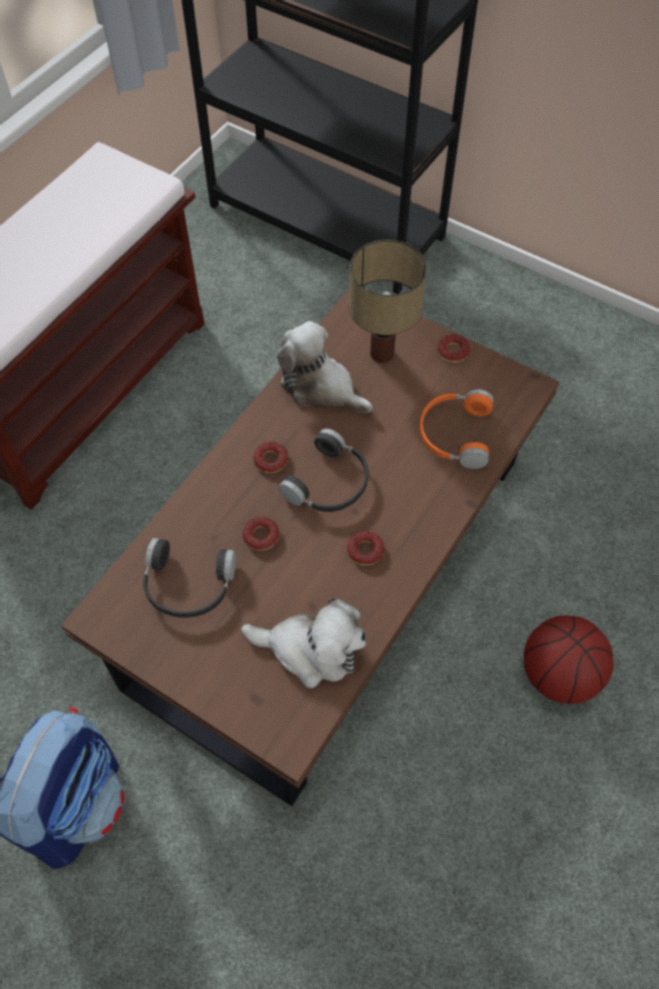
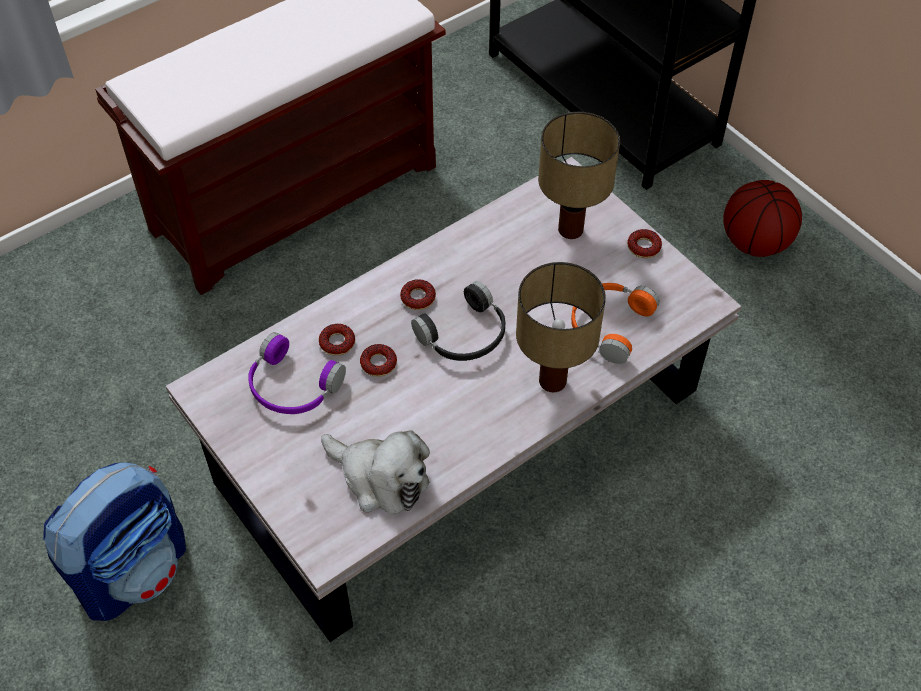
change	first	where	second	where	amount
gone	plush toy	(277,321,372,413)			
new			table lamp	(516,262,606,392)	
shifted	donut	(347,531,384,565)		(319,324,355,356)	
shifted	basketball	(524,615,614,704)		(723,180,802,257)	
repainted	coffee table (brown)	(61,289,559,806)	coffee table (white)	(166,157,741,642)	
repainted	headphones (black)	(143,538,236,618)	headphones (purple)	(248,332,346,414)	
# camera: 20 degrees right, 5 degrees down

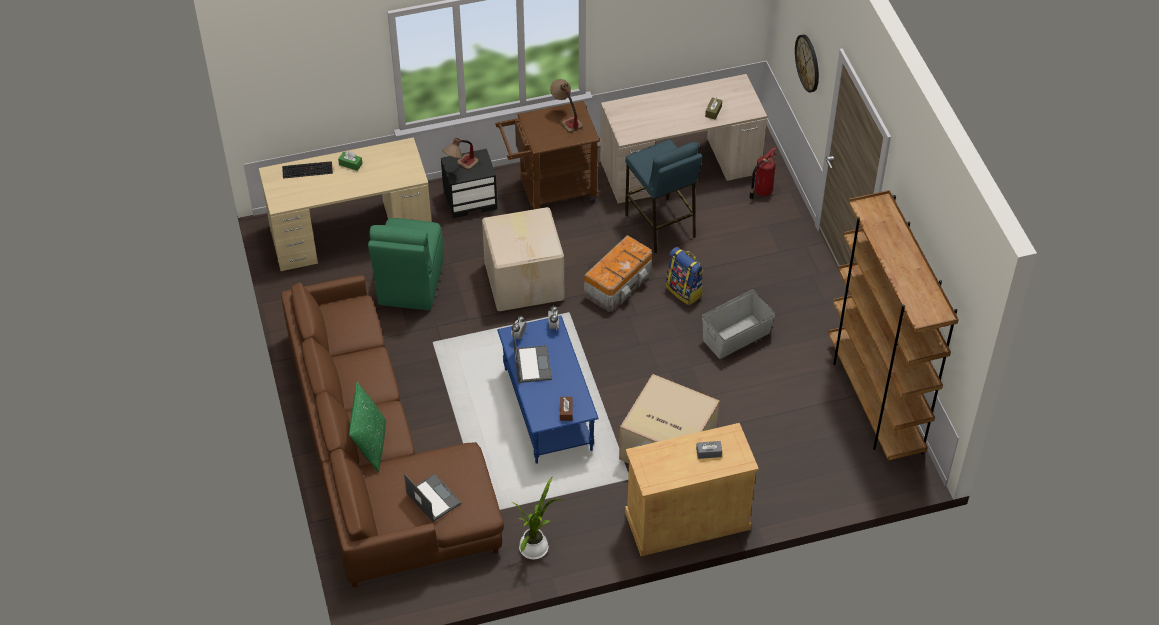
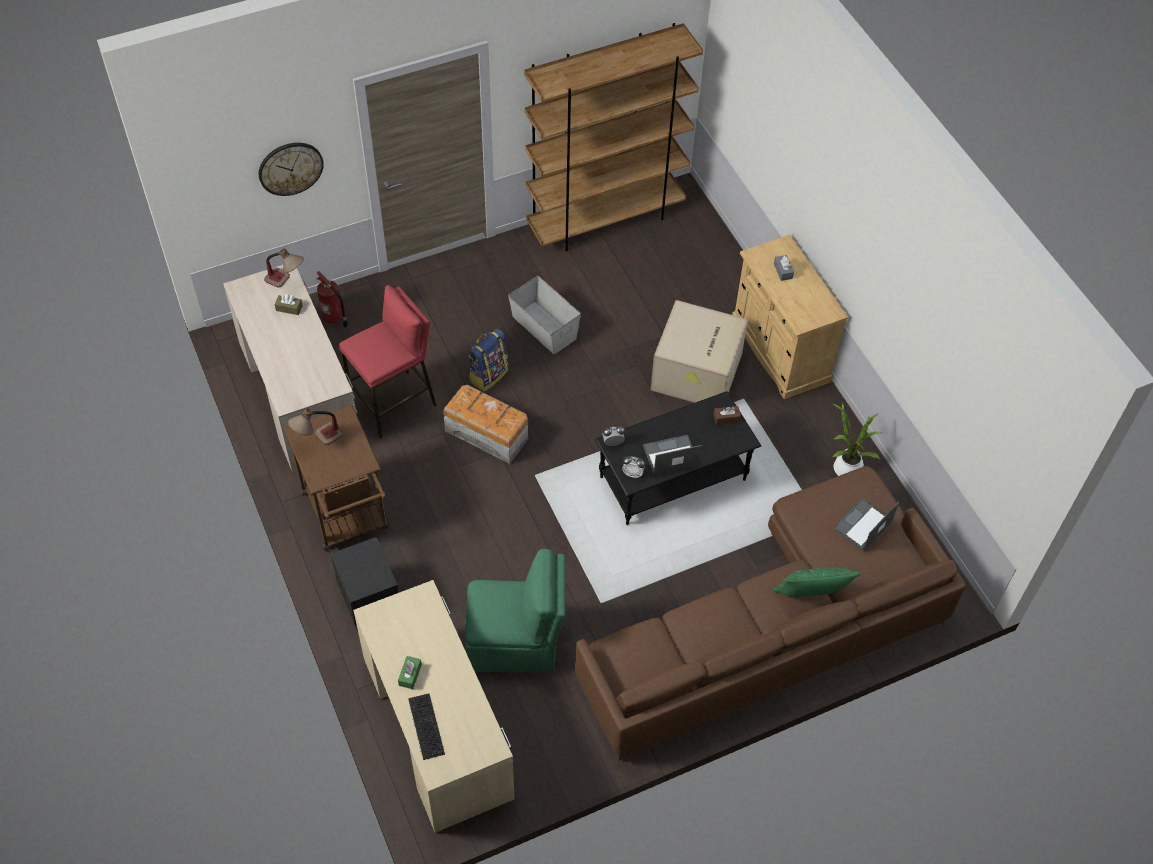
change	first	where	second	where	amount
gone	cardboard box	(482,207,564,311)			
shifted	table lamp	(442,138,479,170)		(264,248,304,287)	
repainted	coffee table (blue)	(497,315,599,464)	coffee table (black)	(595,391,761,525)	
repainted	stool (blue)	(625,140,702,254)	stool (red)	(339,285,437,439)	
# camera: 100 degrees left, 5 degrees up

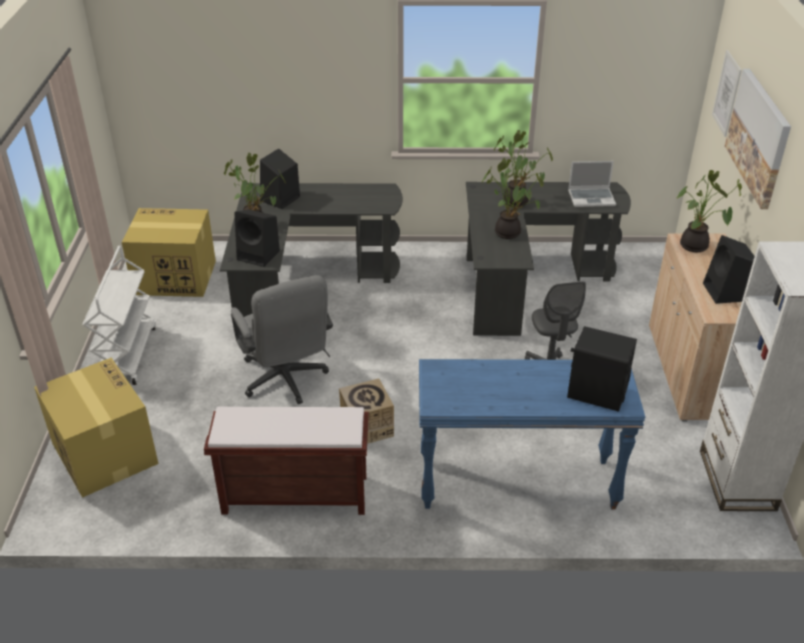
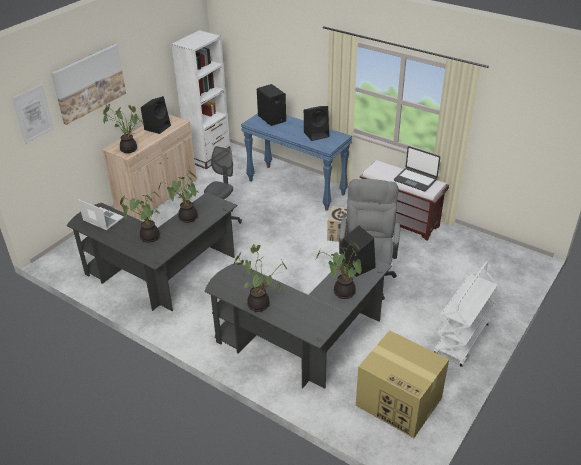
change	first	where	second	where	amount
gone	cardboard box	(34,358,158,498)			
new			potted plant	(233,244,287,312)	
new			laptop	(394,146,440,191)	
shifted	speaker (black)	(260,148,300,209)		(304,106,329,141)	
# camera: 145 degrees left, 0 degrees up

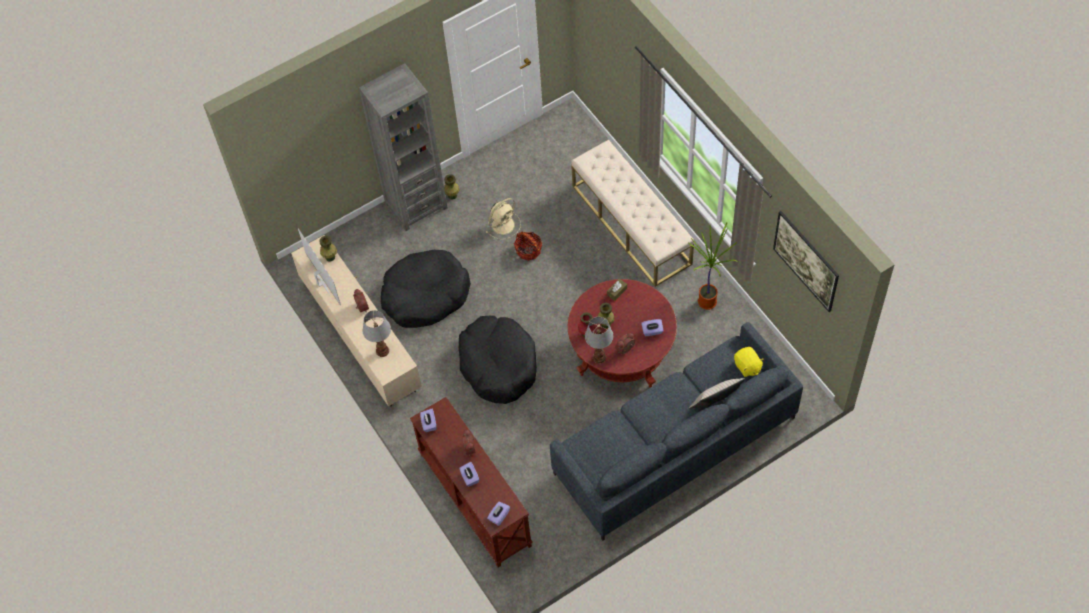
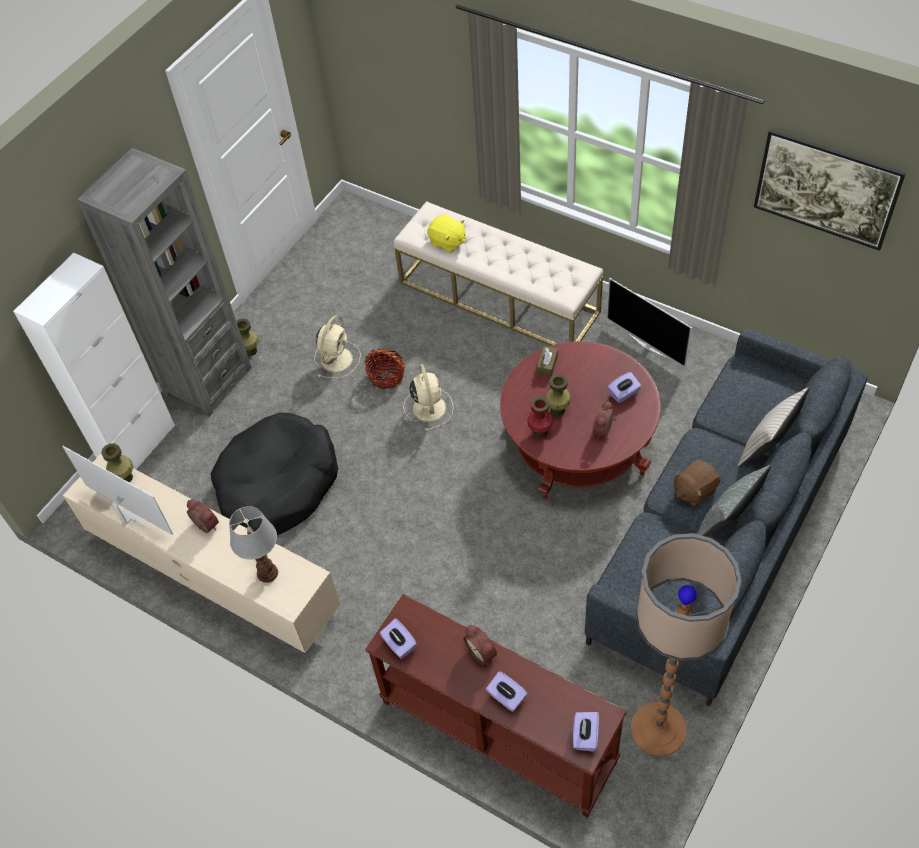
change	first	where	second	where	amount
gone	dog bed (black)	(459,316,537,404)			
gone	table lamp	(585,317,614,363)			
new			cabinet (white)	(13,253,175,469)	
new			fan (beige)	(403,364,454,431)	
new			floor lamp	(631,533,741,756)	
new			plush toy (brown)	(674,460,720,507)	
new			pillow (grey)	(697,465,771,537)	
shifted	plush toy (yellow)	(734,347,764,377)		(427,214,466,253)	
swapped	potted plant	(688,223,739,310)	television	(607,278,692,367)	
# camera: 25 degrees left, 5 degrees down

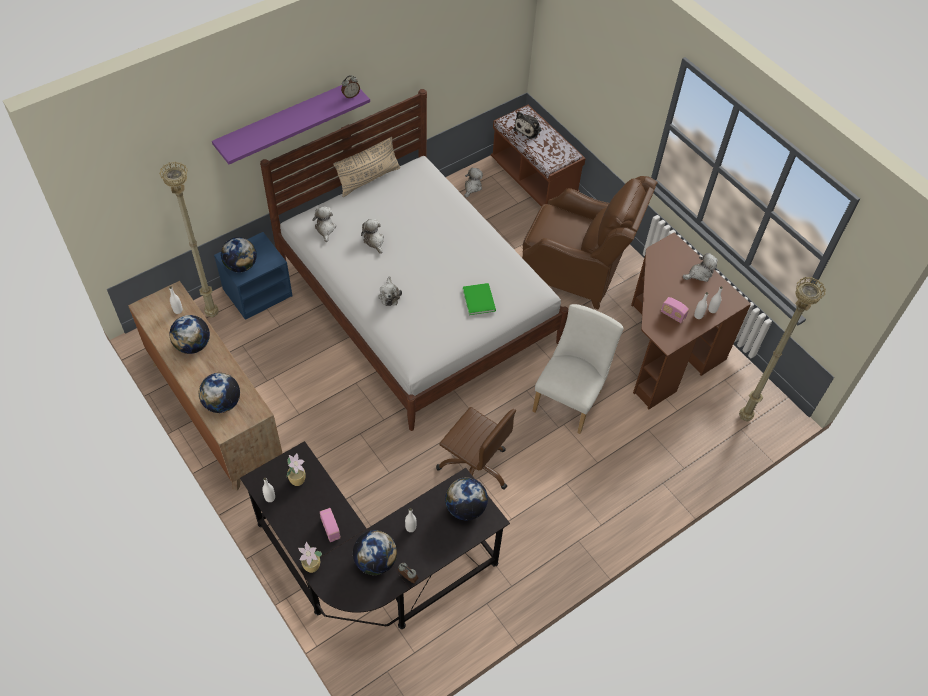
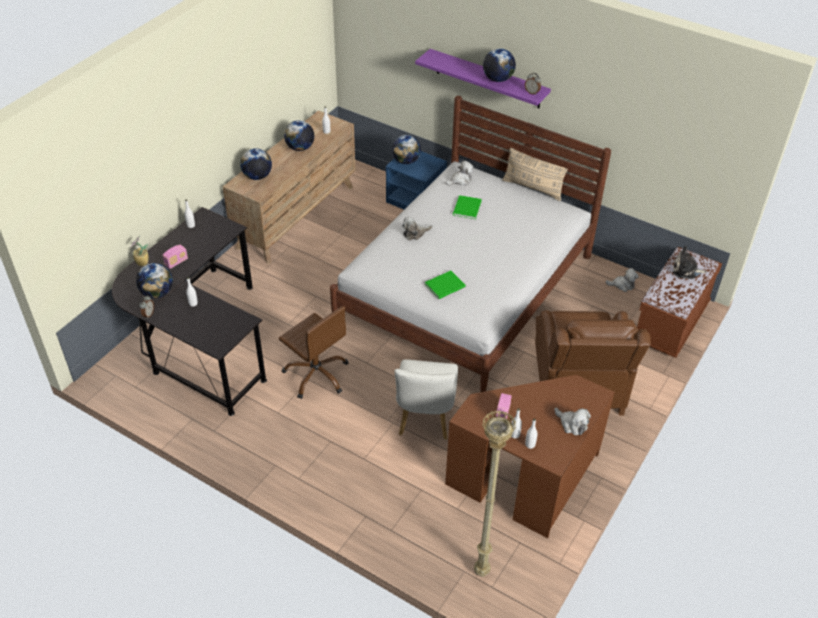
change	first	where	second	where	amount
gone	floor lamp (beige)	(159,161,219,318)			
gone	potted plant	(287,453,306,486)			
shifted	globe	(445,477,488,520)		(483,48,516,82)	
swapped	plush toy	(361,219,384,254)	book (green)	(453,195,482,219)	
rotated	office chair (brown)	(436,407,516,490)		(279,306,349,399)	60 degrees counterclockwise
rotated	chair (white)	(532,304,624,434)		(394,359,458,440)	90 degrees clockwise
# camera: 70 degrees right, 10 degrees down

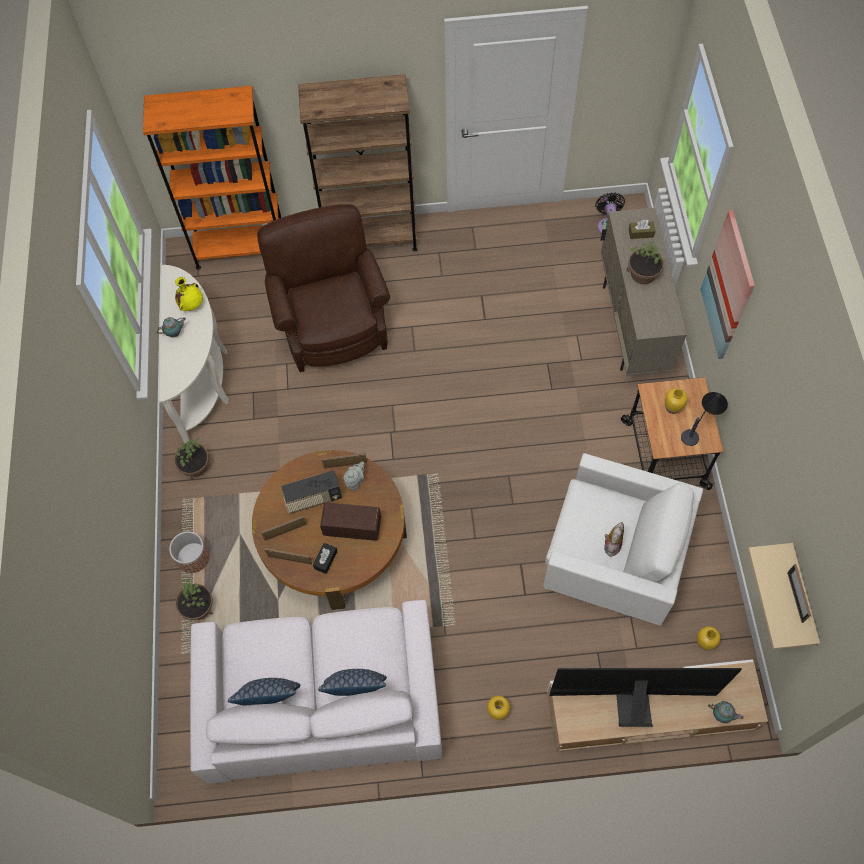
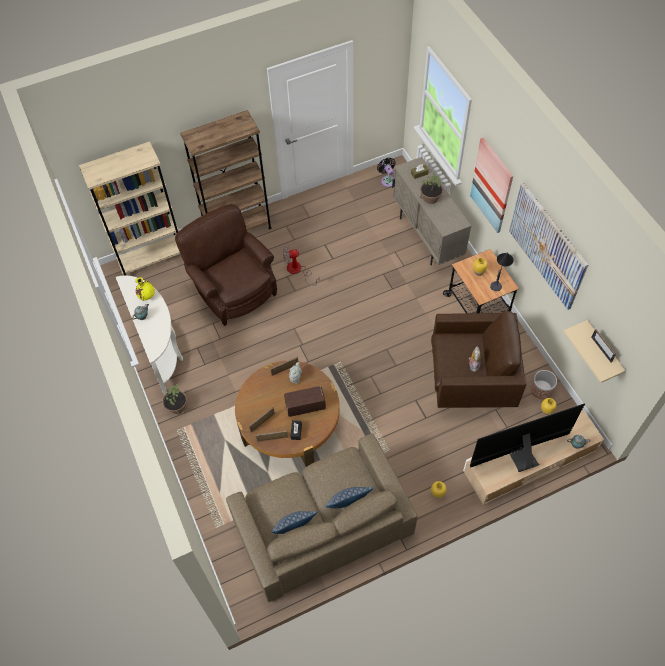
change	first	where	second	where	amount
gone	potted plant	(175,579,213,620)			
gone	radio	(281,470,342,514)			
new			fan	(283,246,320,286)	
new			picture	(509,183,588,310)	
shifted	planter	(169,531,209,573)		(530,370,557,399)	
repainted	bookcase (orange)	(143,86,281,270)	bookcase (beige)	(79,141,180,276)	
repainted	sofa (white)	(190,600,442,784)	sofa (brown)	(226,434,418,602)	
repainted	armchair (white)	(543,453,703,626)	armchair (brown)	(431,311,526,408)	
# camera: 20 degrees left, 5 degrees down

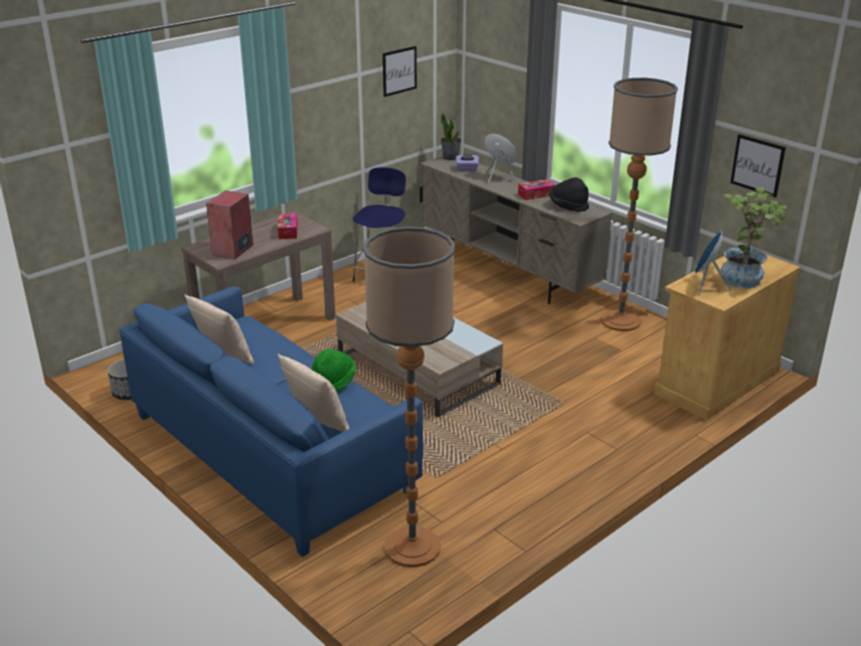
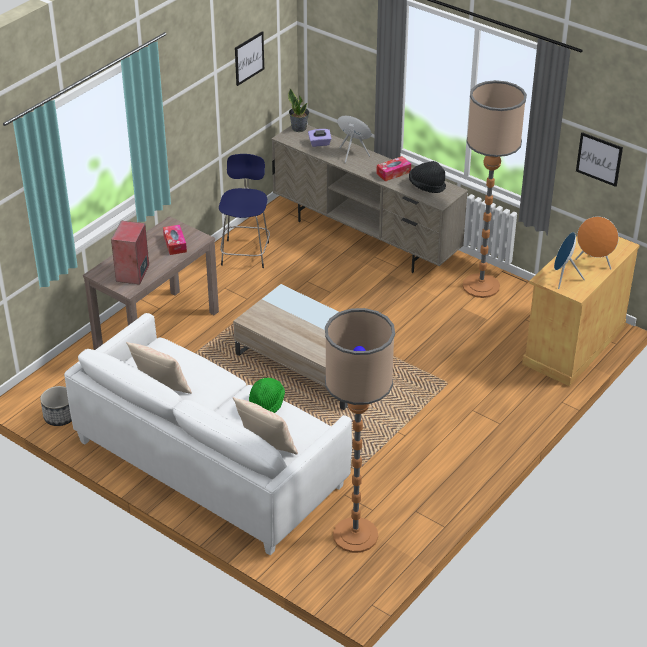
change	first	where	second	where	amount
swapped	potted plant	(721,187,787,288)	speaker (orange)	(575,216,619,270)	
repainted	sofa (blue)	(119,286,423,557)	sofa (white)	(64,313,352,556)	
# camera: 10 degrees left, 10 degrees up

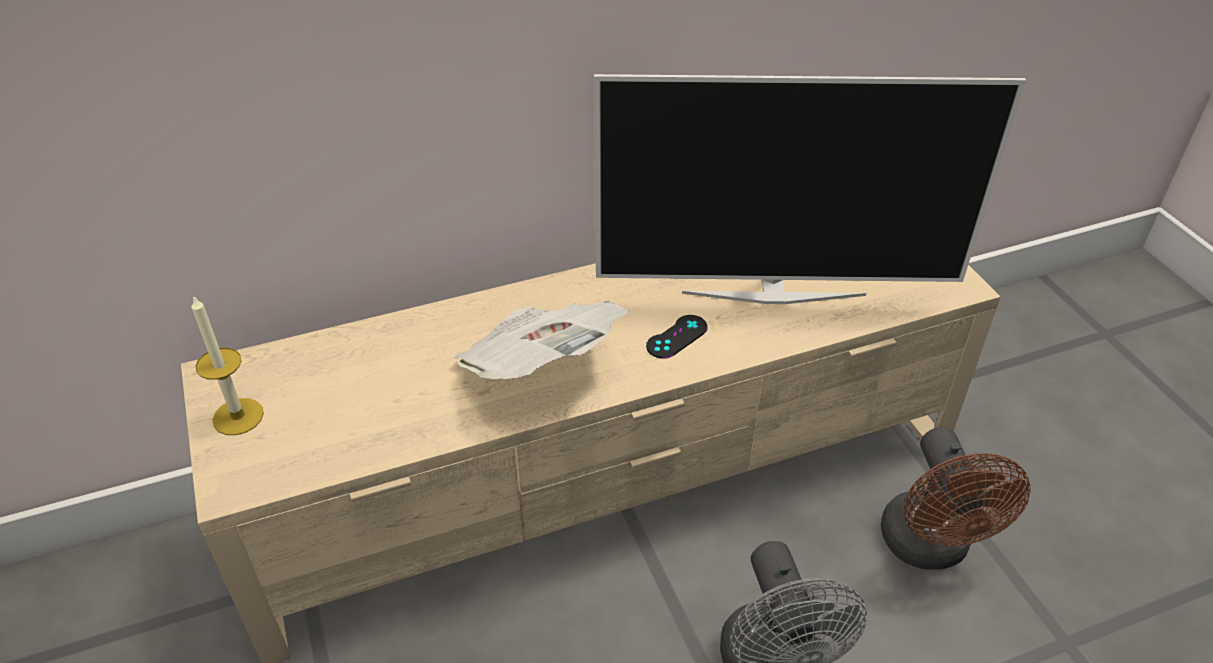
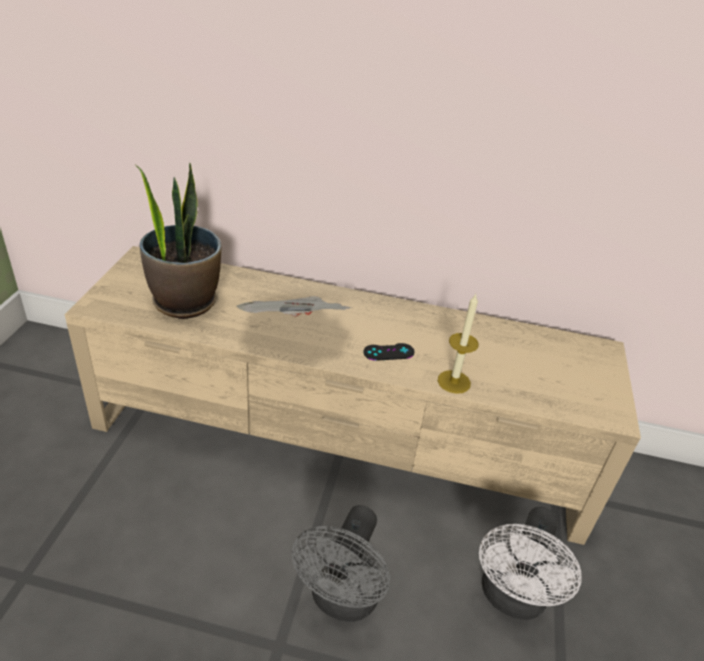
change	first	where	second	where	amount
gone	television	(594,74,1026,304)			
new			potted plant	(136,163,222,319)	
shifted	candle	(191,295,264,435)		(438,294,479,394)	
repainted	fan (brown)	(881,427,1031,570)	fan (white)	(479,507,581,620)	
# camera: 30 degrees right, 5 degrees down

